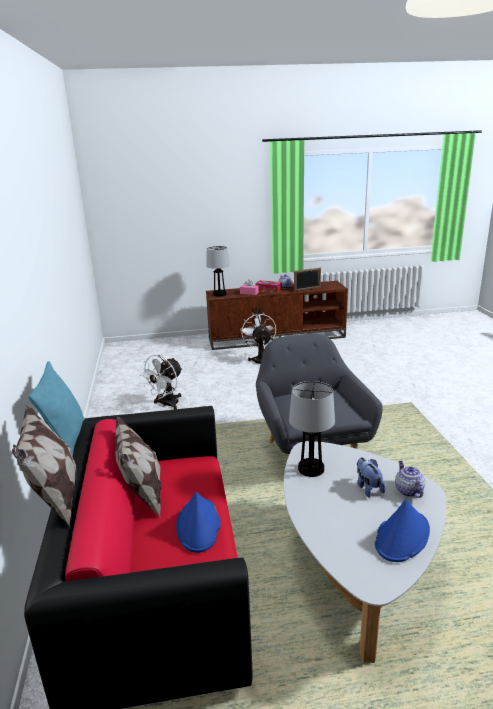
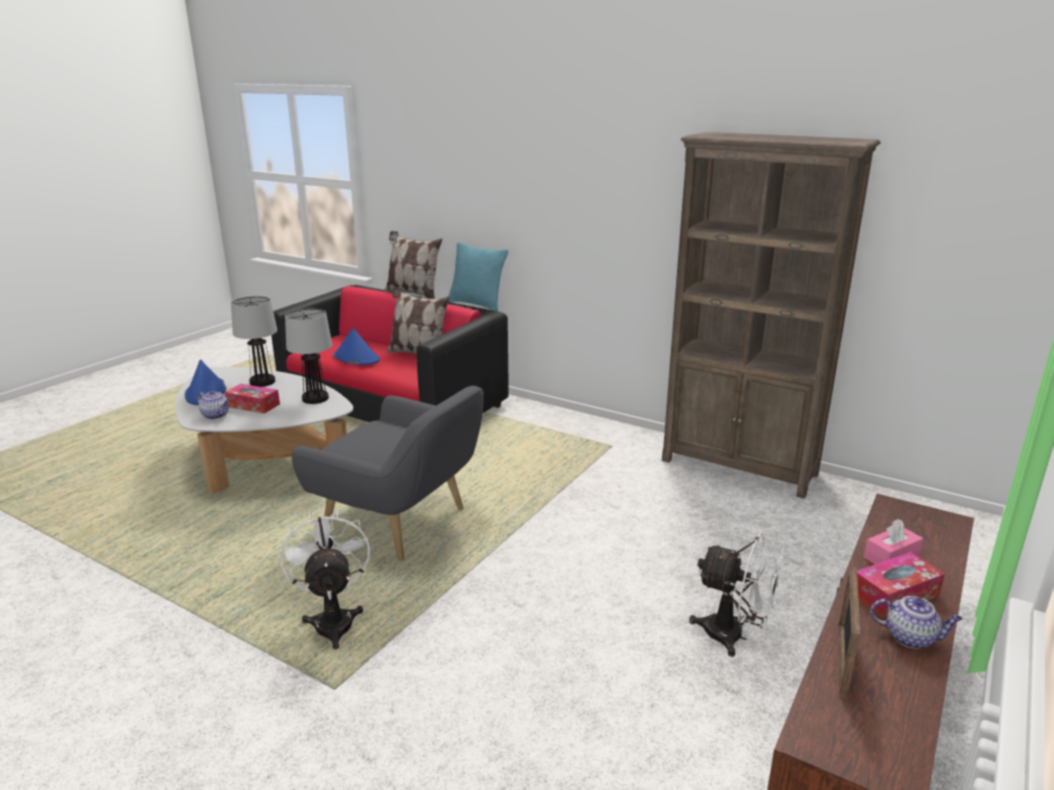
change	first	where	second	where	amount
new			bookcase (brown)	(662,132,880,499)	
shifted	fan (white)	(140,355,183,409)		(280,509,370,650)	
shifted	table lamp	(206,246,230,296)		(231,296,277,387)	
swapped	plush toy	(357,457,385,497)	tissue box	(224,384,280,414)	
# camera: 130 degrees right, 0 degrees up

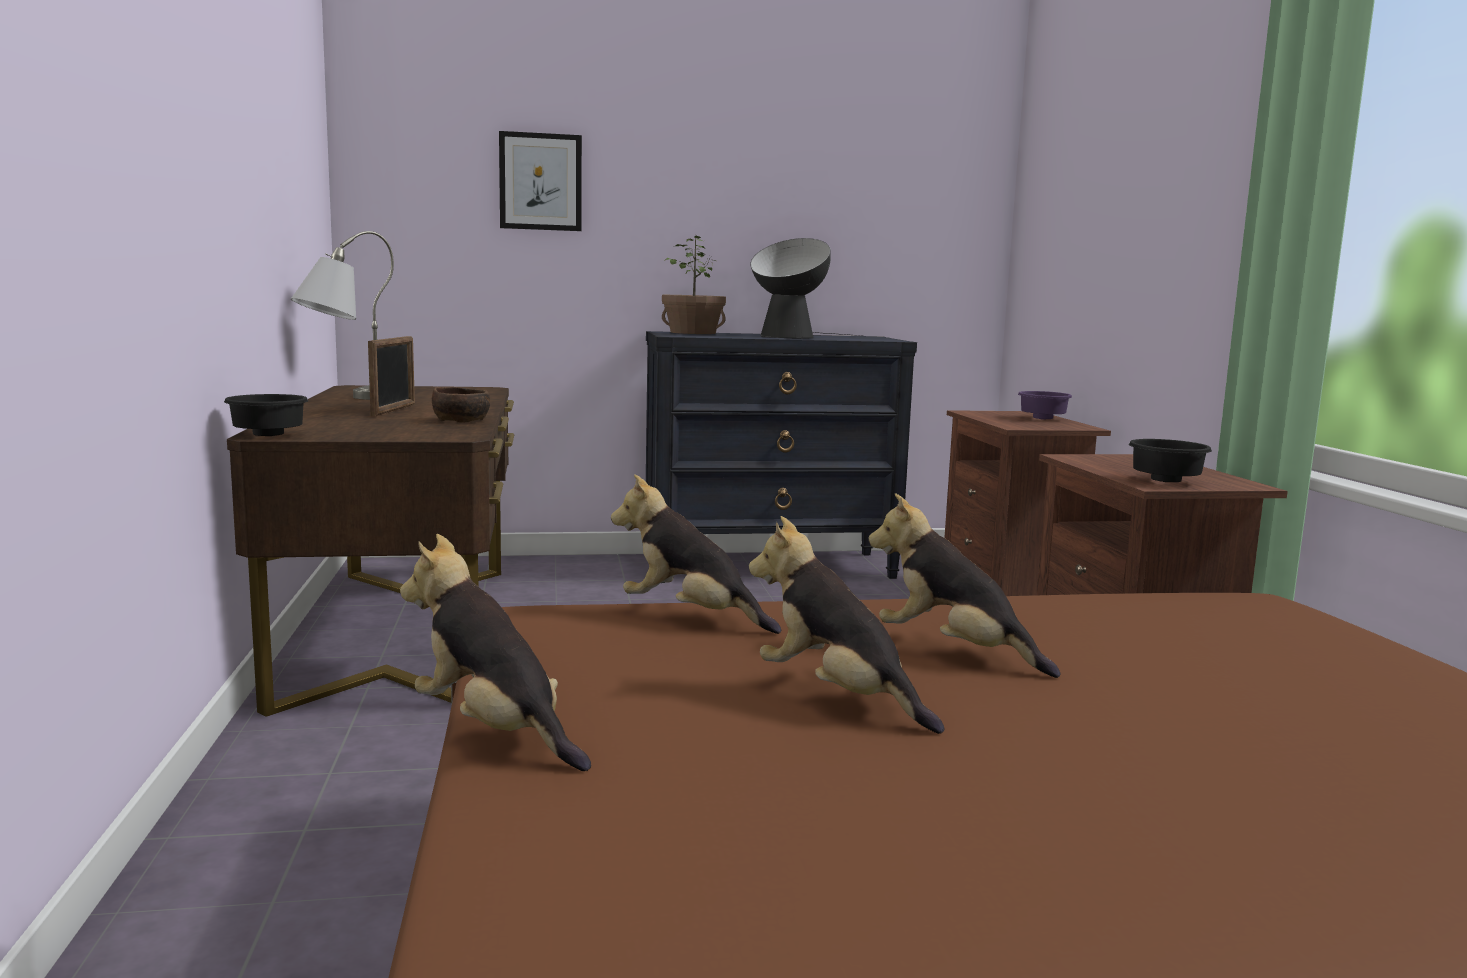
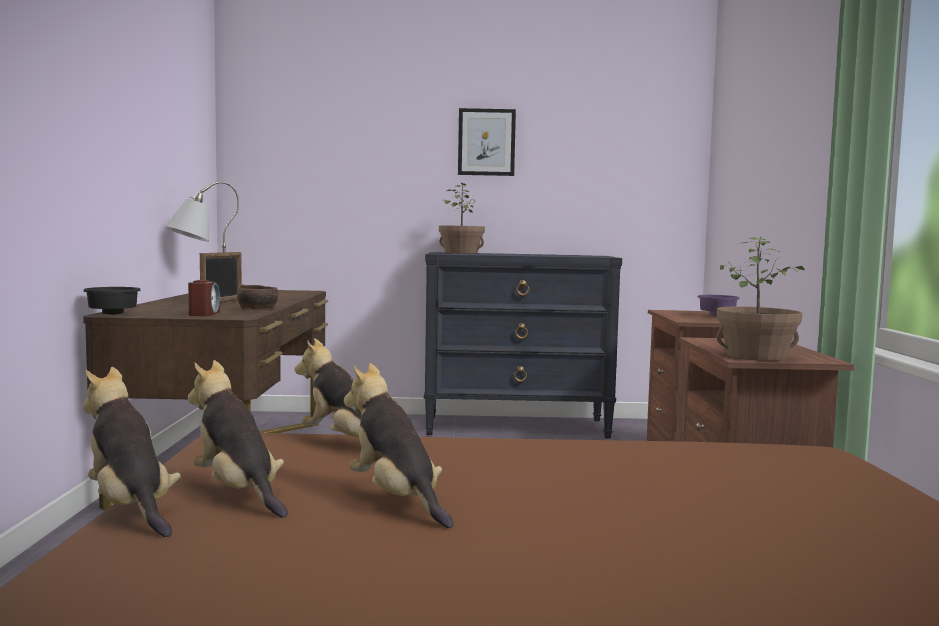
change	first	where	second	where	amount
gone	table lamp	(750,238,862,338)			
new			alarm clock	(188,280,220,316)	
shifted	picture	(499,131,582,231)		(458,108,516,176)	
shifted	plush toy	(868,493,1061,678)		(188,360,288,518)	
swapped	bowl (black)	(1129,439,1212,482)	potted plant	(716,236,805,361)	
# camera: 10 degrees right, 5 degrees down

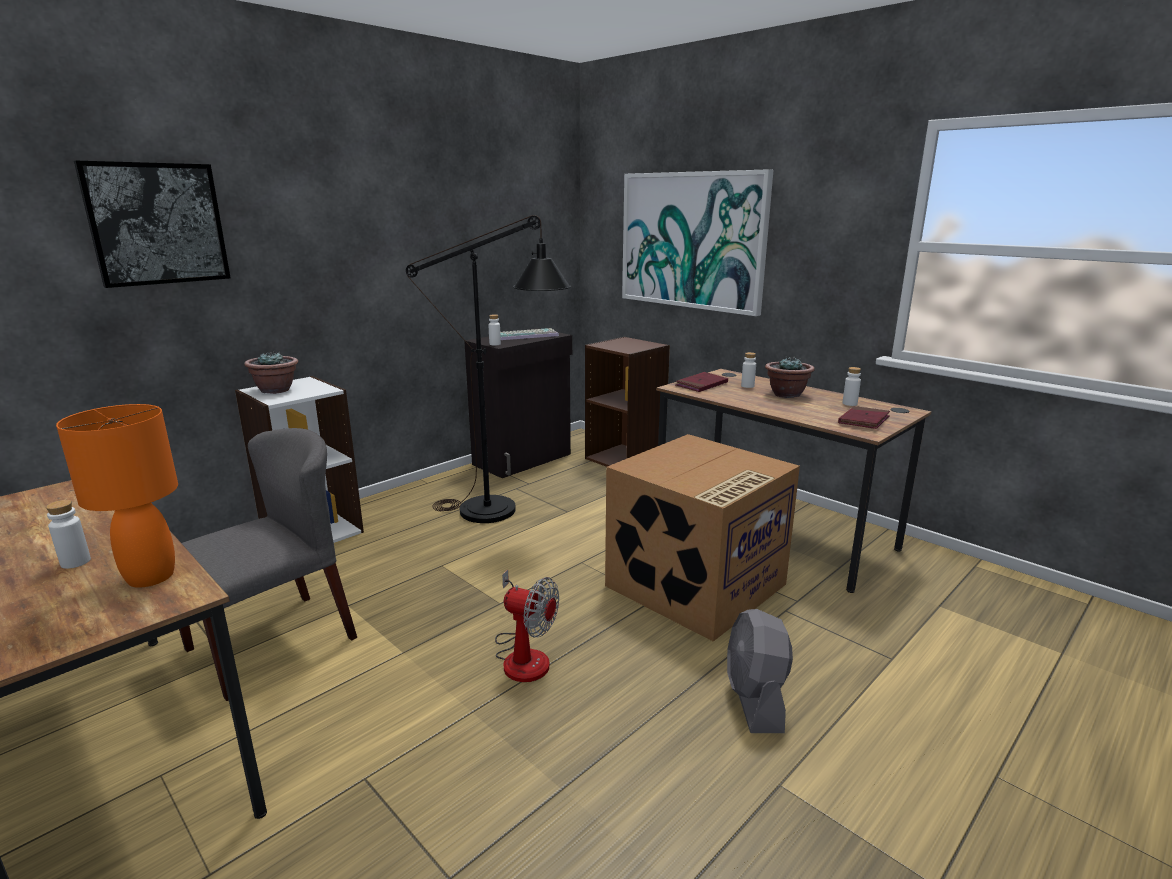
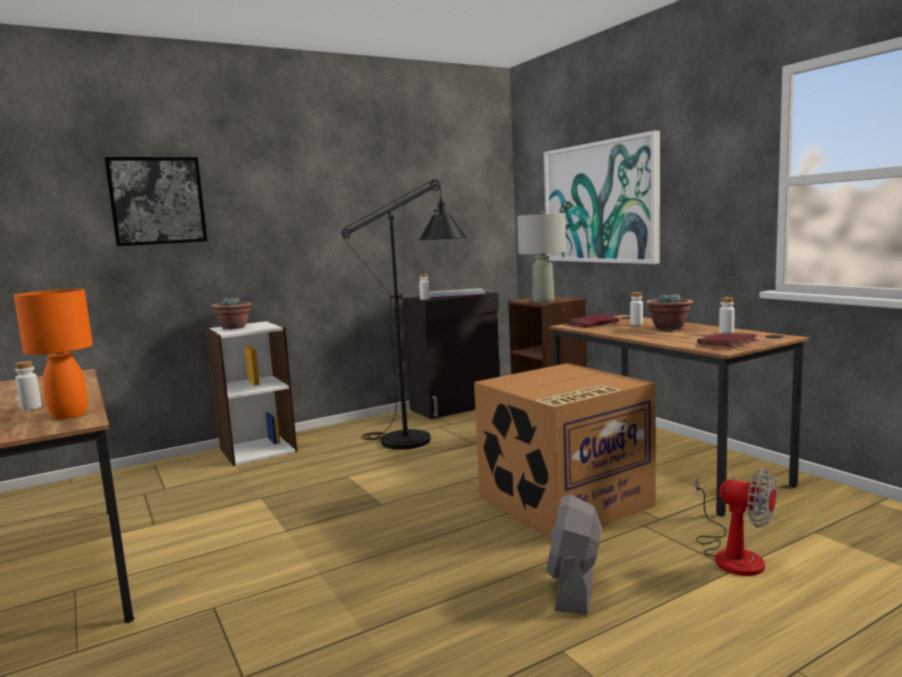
change	first	where	second	where	amount
gone	chair (grey)	(179,428,357,701)			
new			table lamp (grey)	(517,211,566,303)	
shifted	fan	(495,570,559,682)		(695,469,777,576)	
# camera: 15 degrees right, 10 degrees down

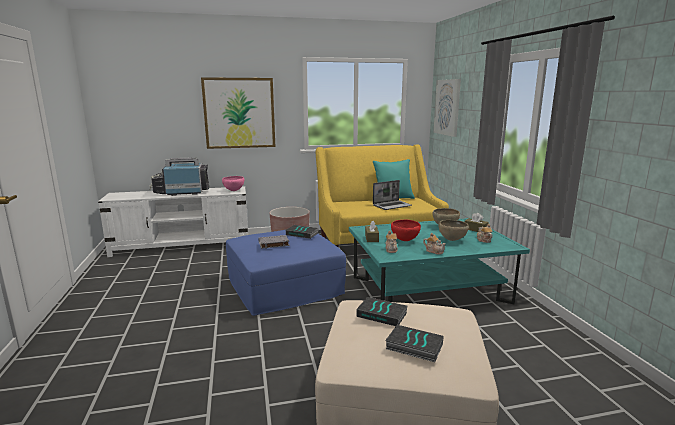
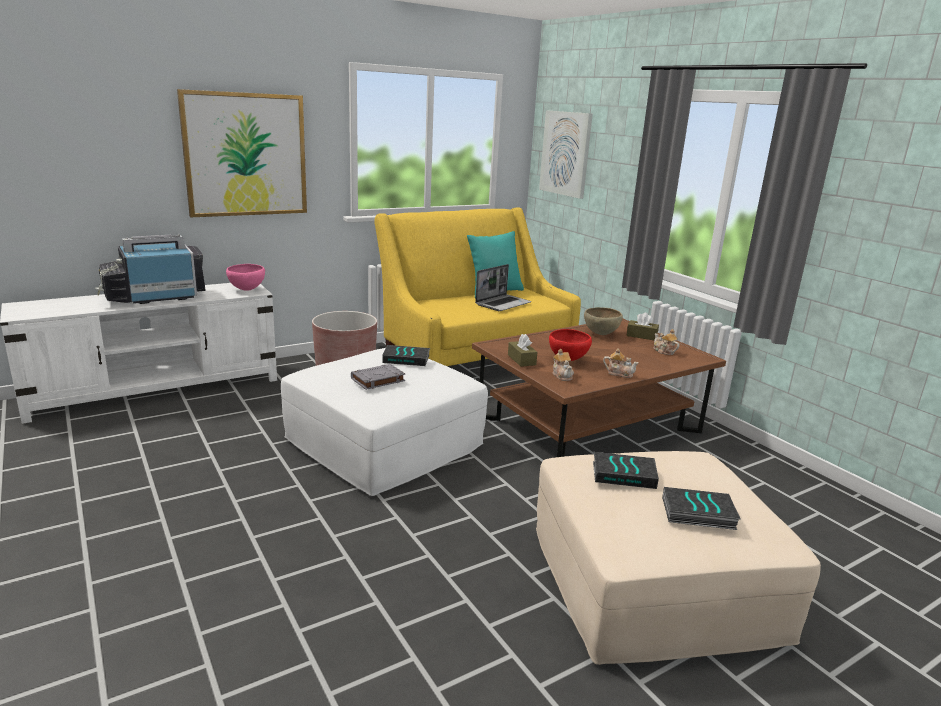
change	first	where	second	where	amount
gone	bowl (brown)	(438,220,469,241)			
repainted	ottoman (blue)	(226,230,346,316)	ottoman (white)	(281,348,488,496)	
repainted	coffee table (turquoise)	(349,218,530,304)	coffee table (brown)	(472,319,726,457)	
# camera: 20 degrees left, 5 degrees up

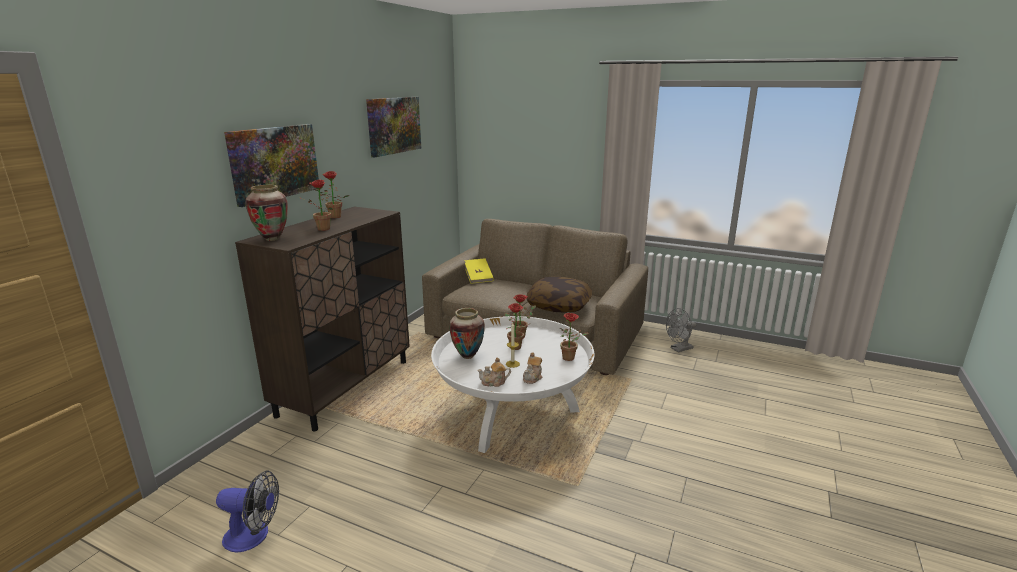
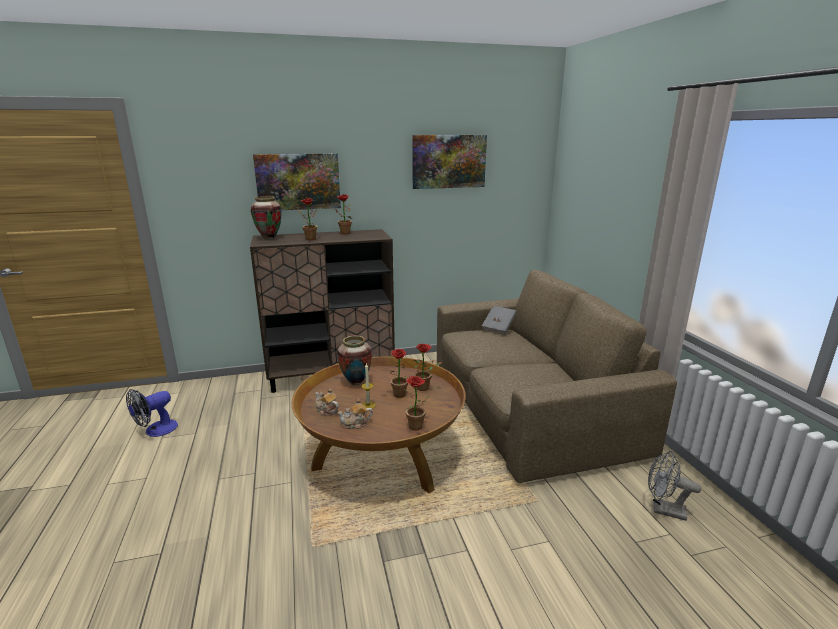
change	first	where	second	where	amount
gone	pillow	(526,277,592,313)			
repainted	coffee table (white)	(431,316,594,453)	coffee table (brown)	(292,356,466,494)	
repainted	book (yellow)	(464,258,494,284)	book (grey)	(482,306,517,334)	
rotated	fan	(216,471,279,553)		(126,389,178,437)	75 degrees clockwise
# camera: 50 degrees right, 0 degrees up

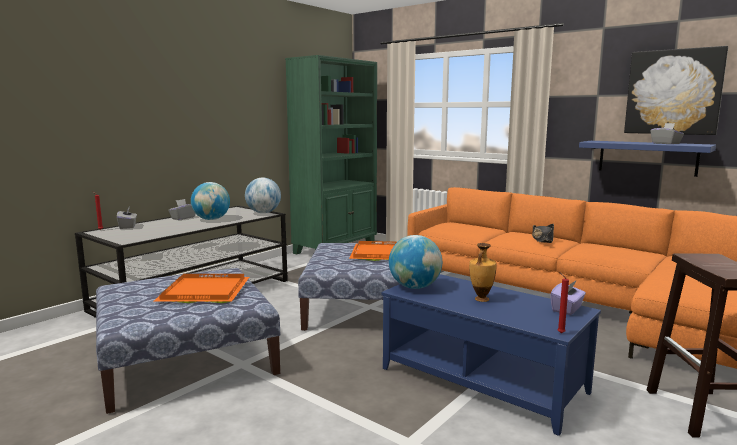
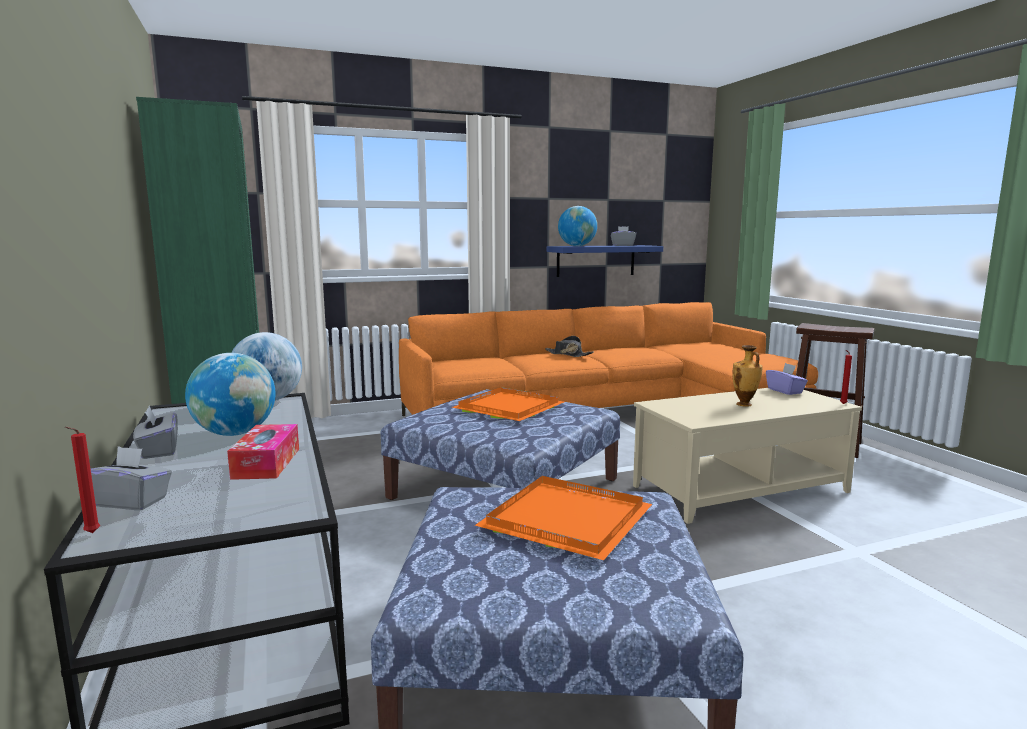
change	first	where	second	where	amount
gone	picture	(624,46,728,135)			
new			tissue box	(227,424,299,480)	
shifted	globe	(389,235,442,289)		(558,206,597,246)	
repainted	coffee table (blue)	(381,274,601,436)	coffee table (beige)	(633,388,862,524)	
# camera: 60 degrees left, 0 degrees up

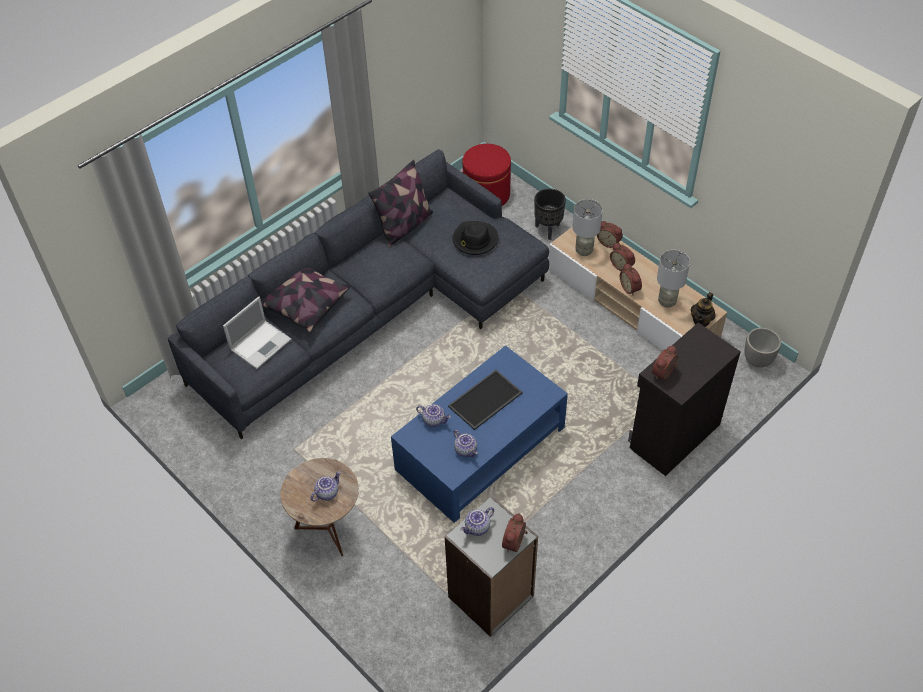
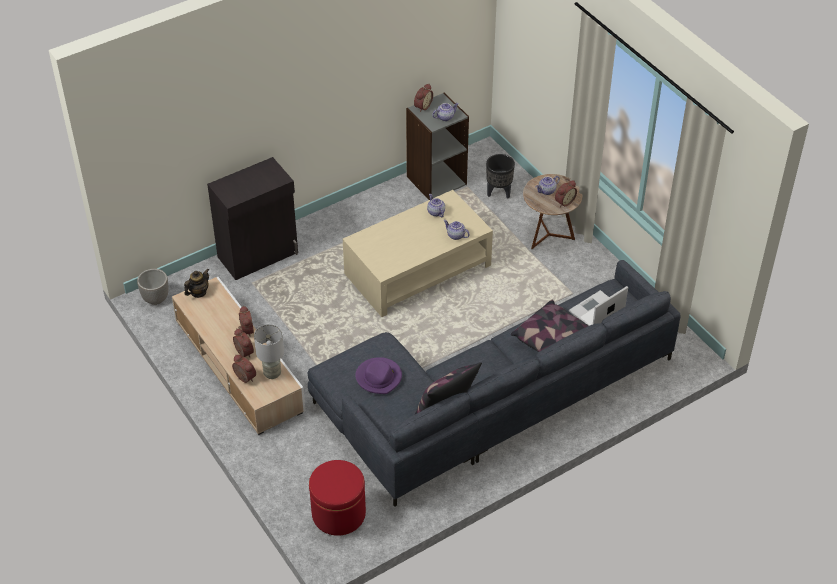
change	first	where	second	where	amount
gone	tray	(448,370,523,430)			
gone	table lamp (grey)	(657,250,690,308)			
shifted	planter (black)	(534,188,566,240)		(486,154,515,198)	
shifted	alarm clock	(652,345,678,380)		(555,180,577,207)	
repainted	coffee table (blue)	(391,345,568,523)	coffee table (beige)	(343,190,493,317)	
repainted	hat (black)	(453,221,498,255)	hat (purple)	(355,357,402,394)	
# camera: 170 degrees left, 5 degrees down

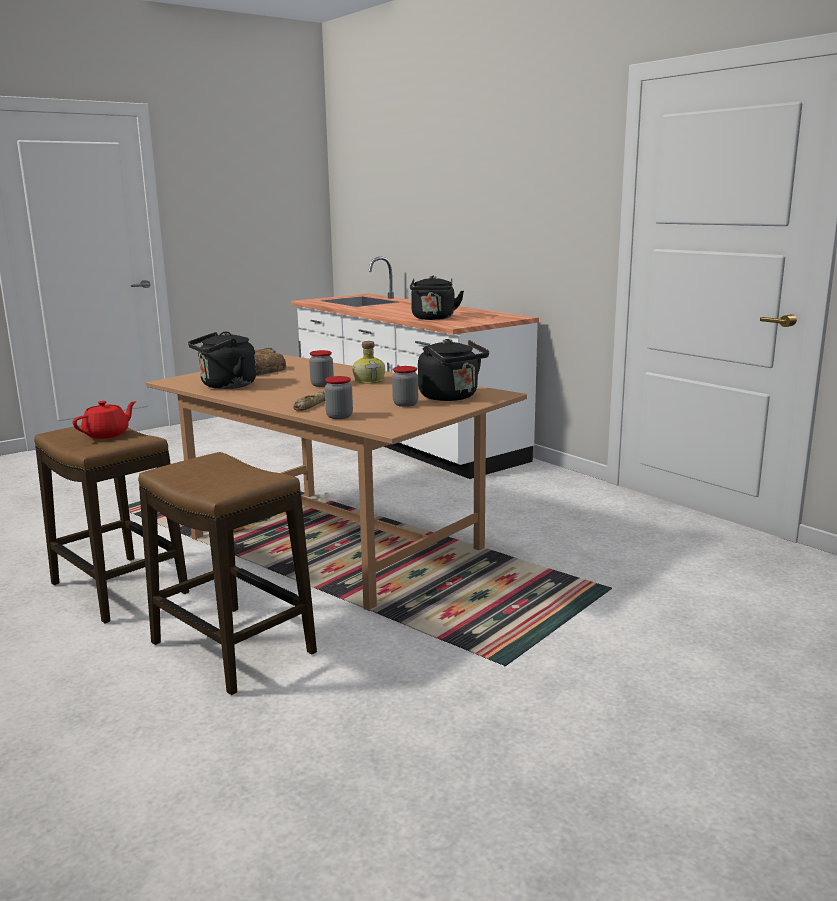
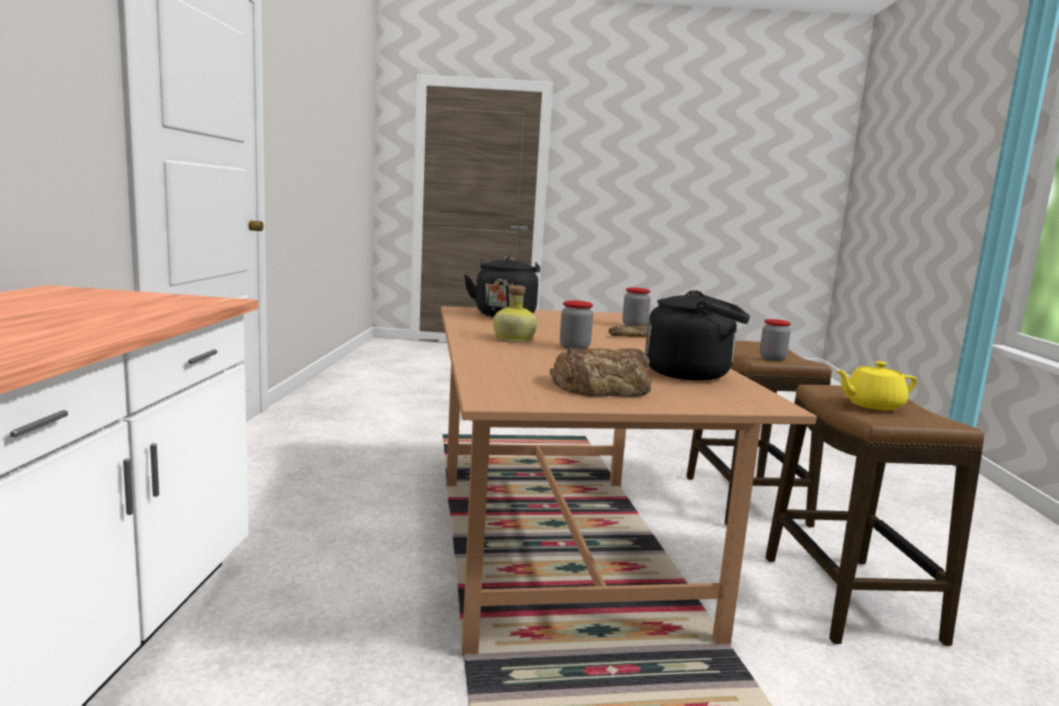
change	first	where	second	where	amount
gone	kettle (black)	(410,276,464,320)			
shifted	jar	(392,366,418,407)		(760,319,791,361)	
repainted	teapot (red)	(73,401,137,439)	teapot (yellow)	(835,361,917,411)	
# camera: 140 degrees left, 5 degrees down

